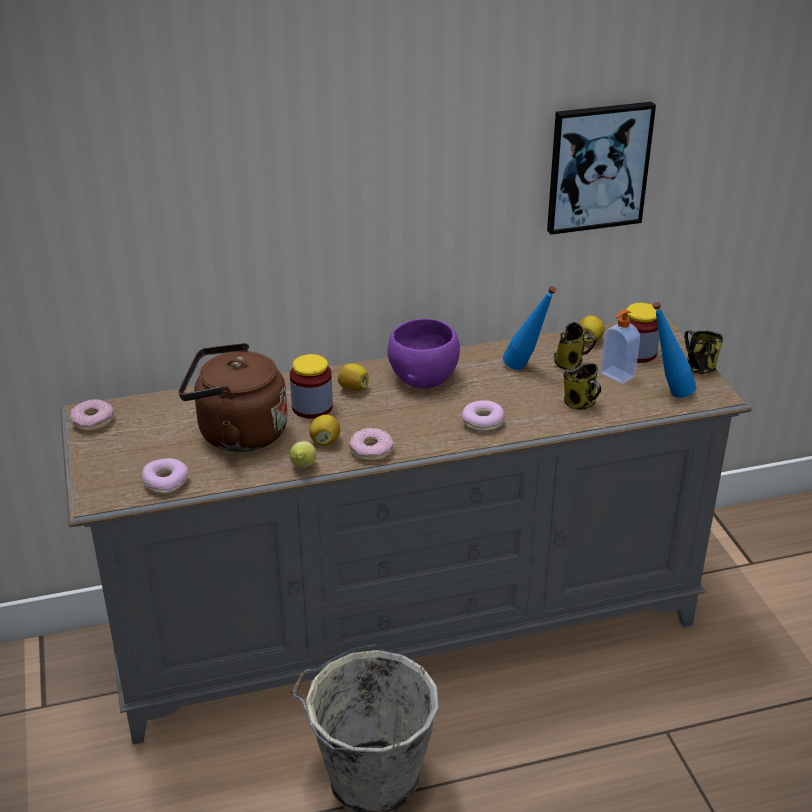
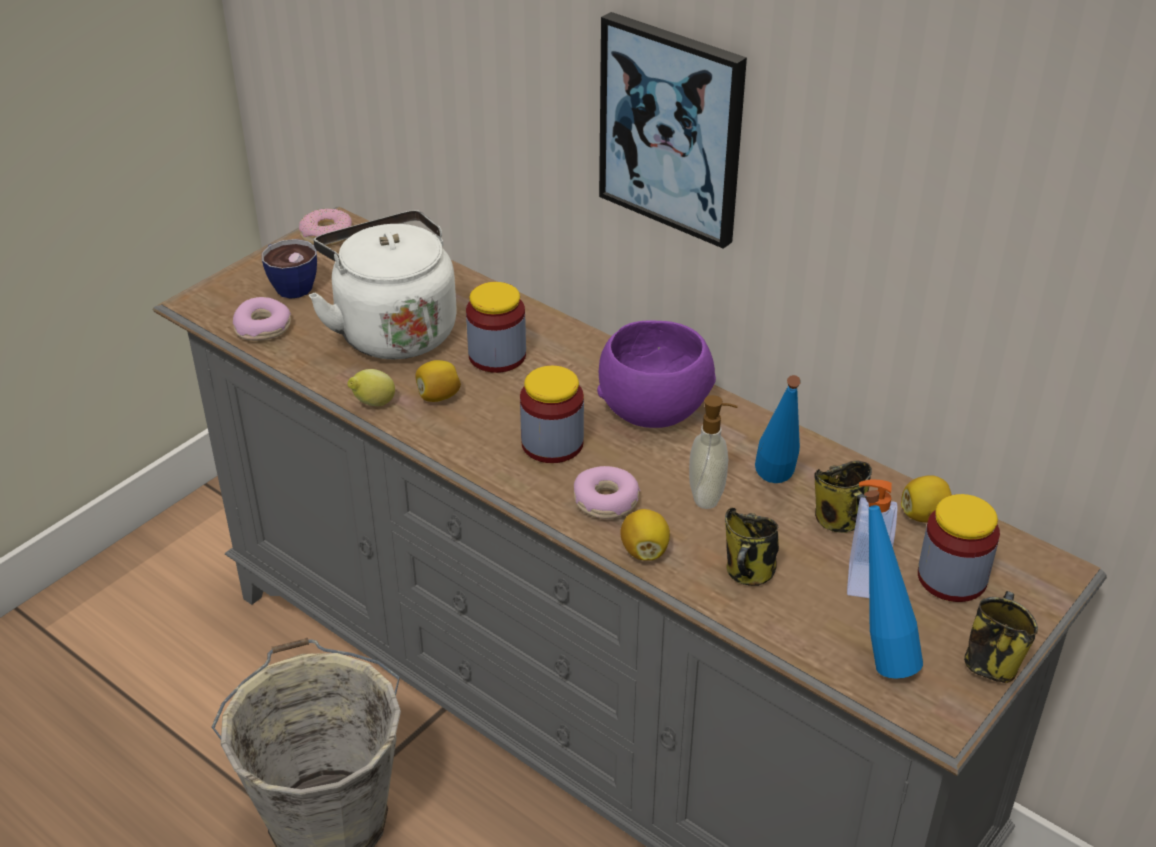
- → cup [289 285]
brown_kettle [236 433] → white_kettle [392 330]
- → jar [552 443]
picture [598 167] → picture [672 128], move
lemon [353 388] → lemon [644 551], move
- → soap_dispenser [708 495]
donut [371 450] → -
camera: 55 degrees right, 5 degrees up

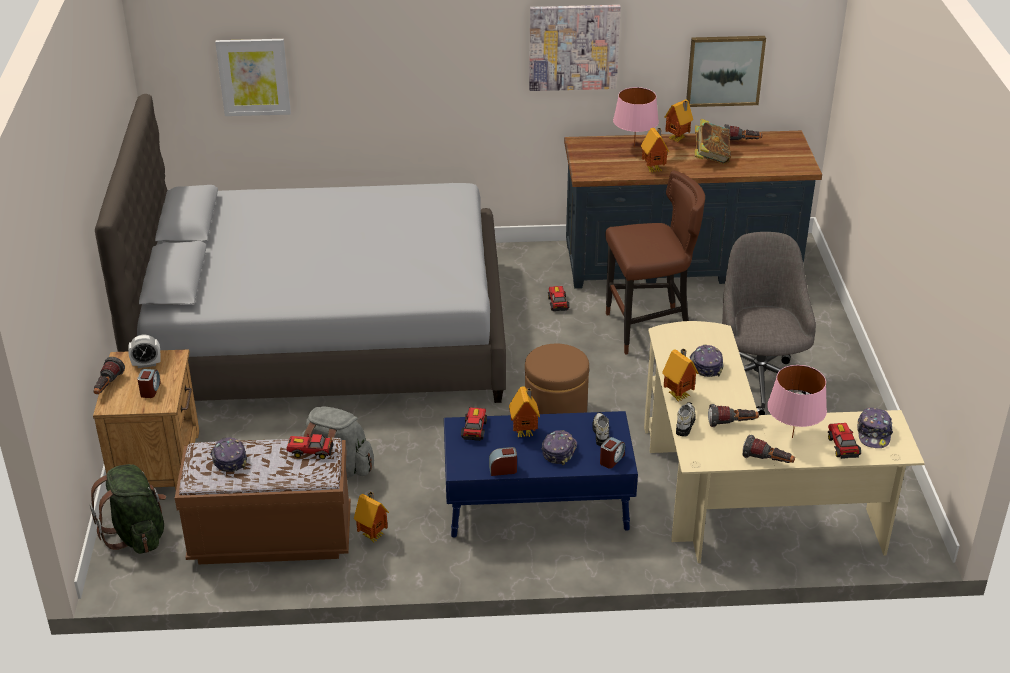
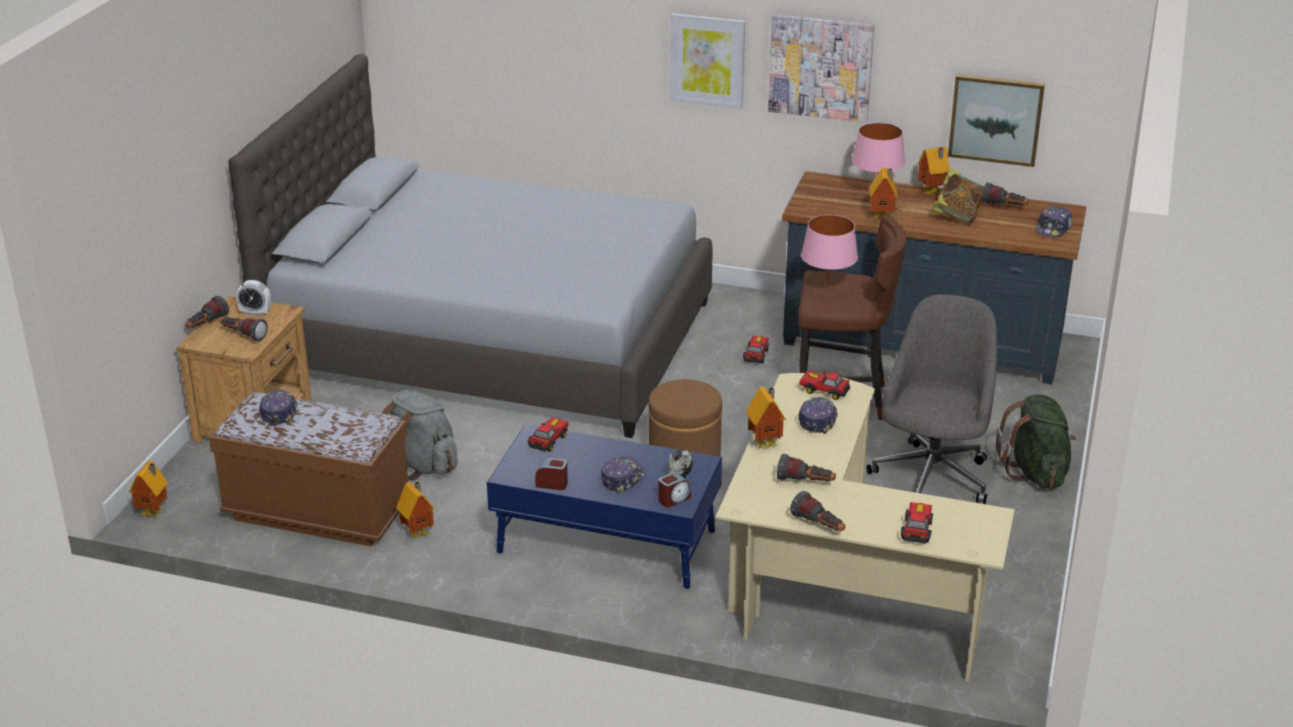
toy_house [525 432] → toy_house [154 512], move
alarm_clock [150 390] → flashlight [243 335]
picture [253 77] → picture [707 60], move
toy_car [310 451] → toy_car [823 390], move
pink_table_lamp [792 437] → pink_table_lamp [827 288], move
green_backpack [137 534] → green_backpack [1035 472], move
cap [874 433] → cap [1053 228], move
shoe [685 423] → -
camera: 20 degrees right, 5 degrees down

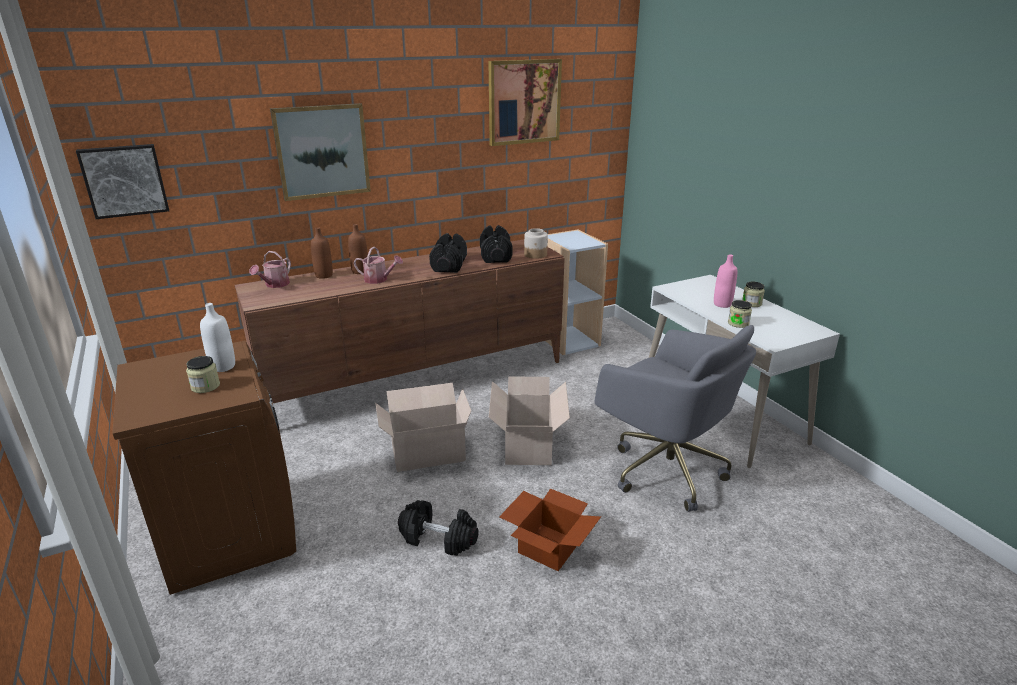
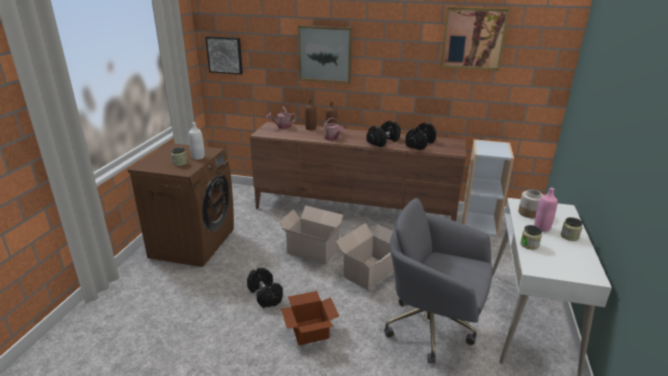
grey_office_chair [662 471] → grey_office_chair [432 330], 120 degrees clockwise
jar [535 255] → jar [529 213], move
camera: 40 degrees right, 0 degrees up

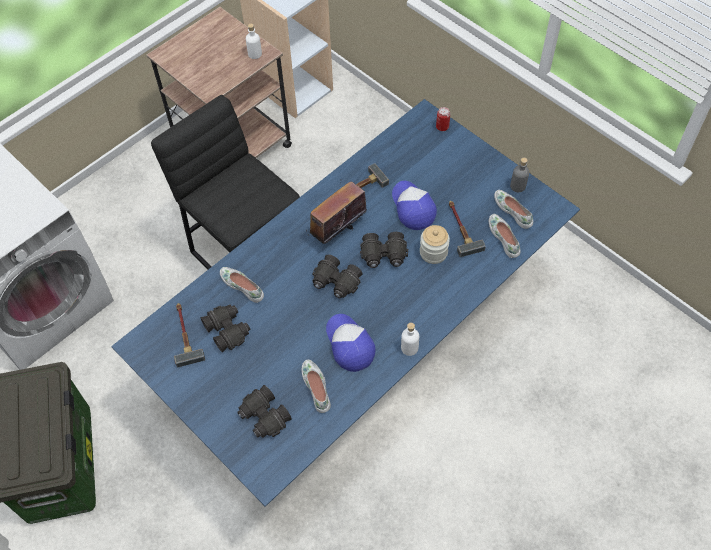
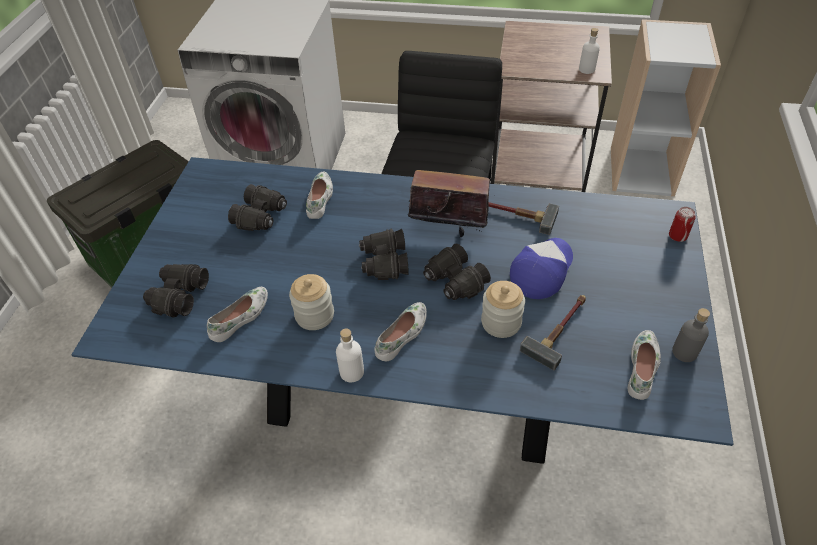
cap [349 344] → jar [314 315]
white_shoe [504 238] → white_shoe [402 335], move
hammer [185 334] → -
camera: 55 degrees right, 10 degrees down

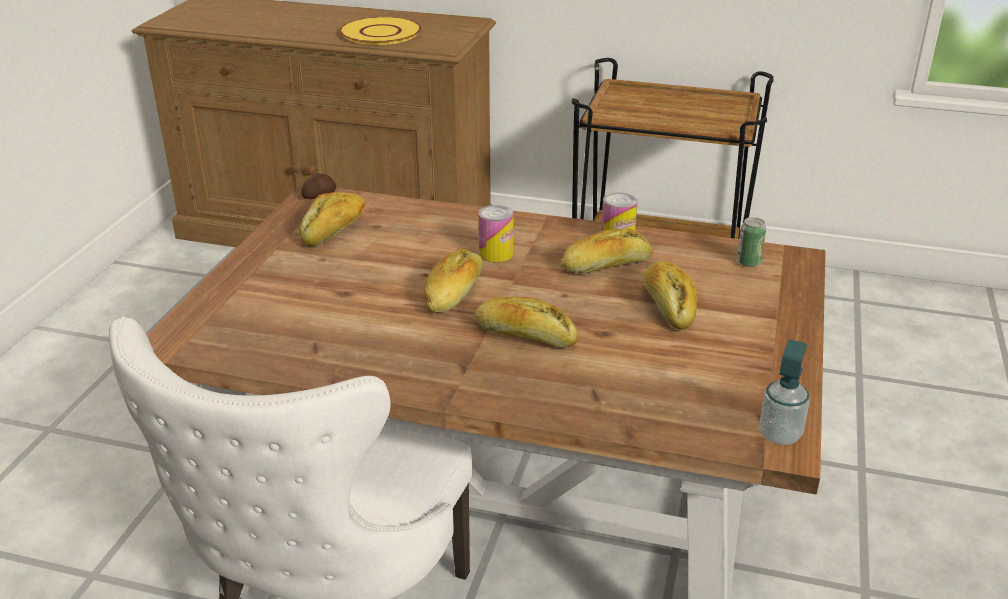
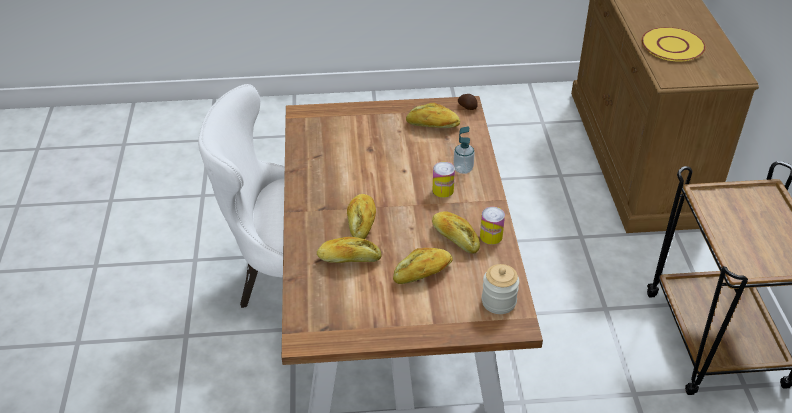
bread [454 293] → bread [349 258], move
soap_dispenser [779 435] → soap_dispenser [463 169], move
can [748 262] → jar [498 301]
camera: 70 degrees right, 10 degrees up

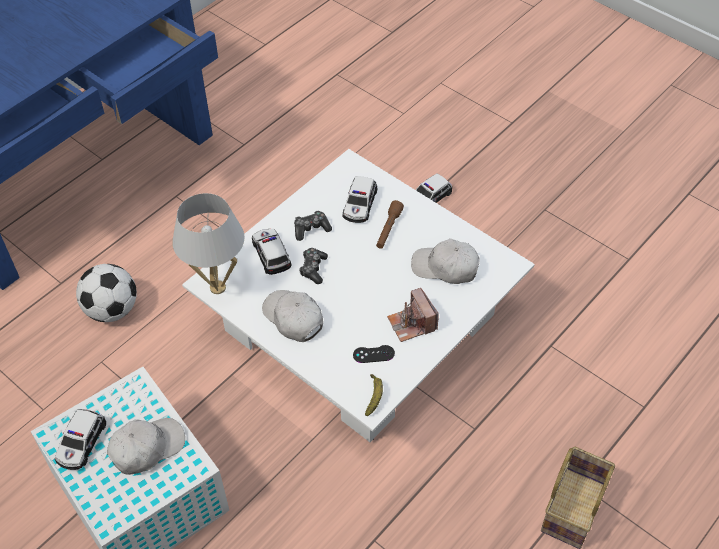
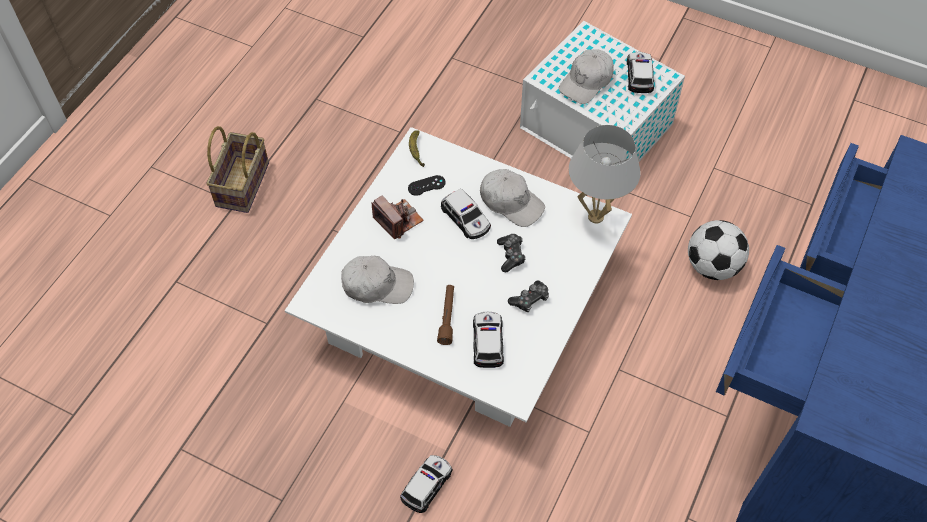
toy_car [271 254] → toy_car [466 219], move
camera: 165 degrees right, 5 degrees up

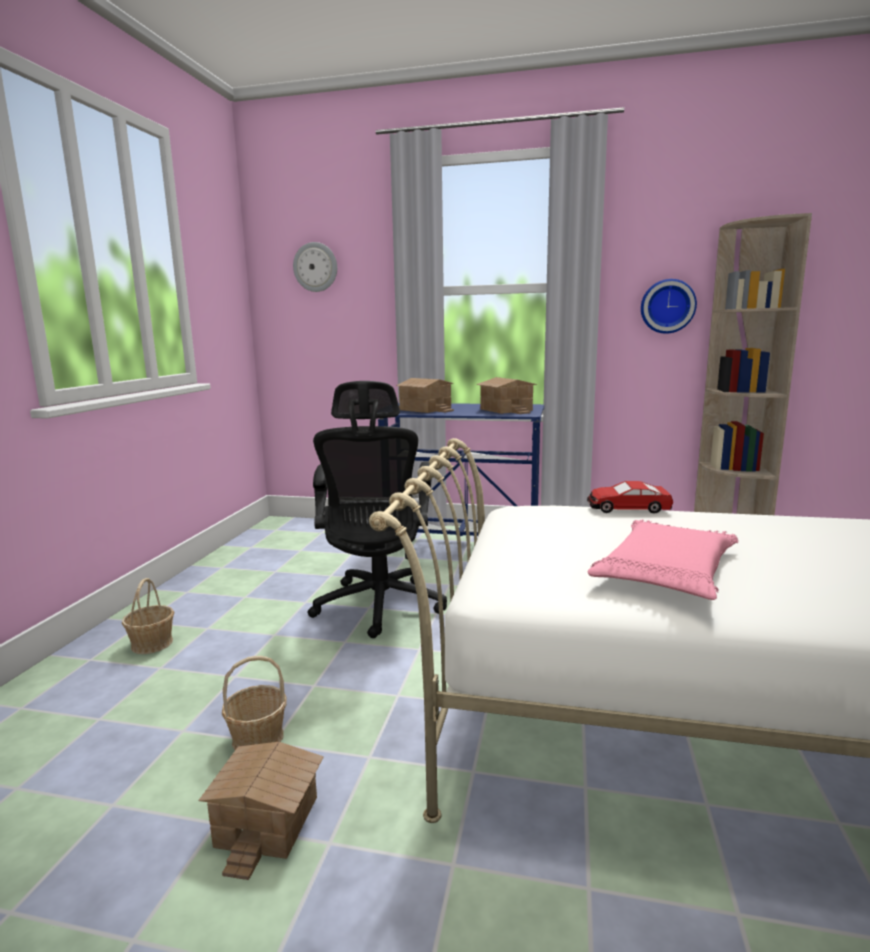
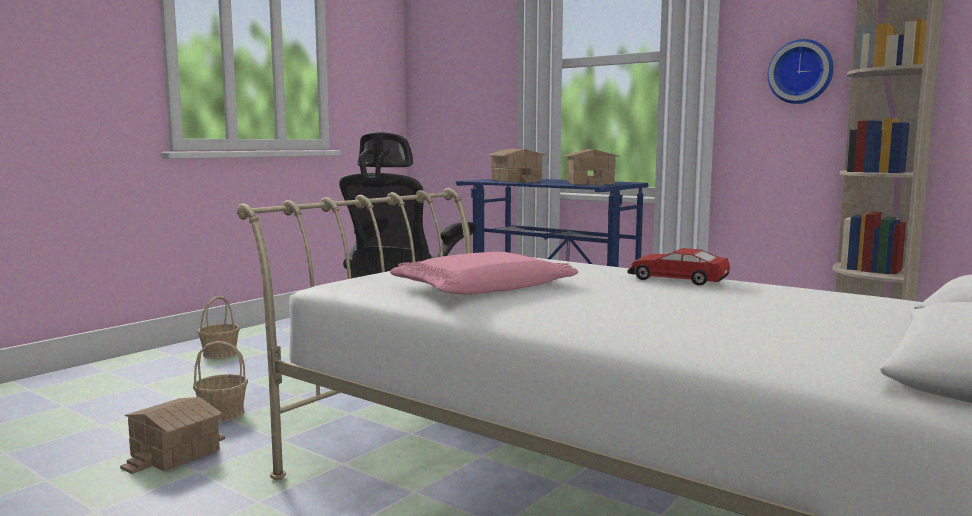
toy_car [627 508] → toy_car [677 279], move
wall_clock [315 267] → -
camera: 25 degrees right, 5 degrees down

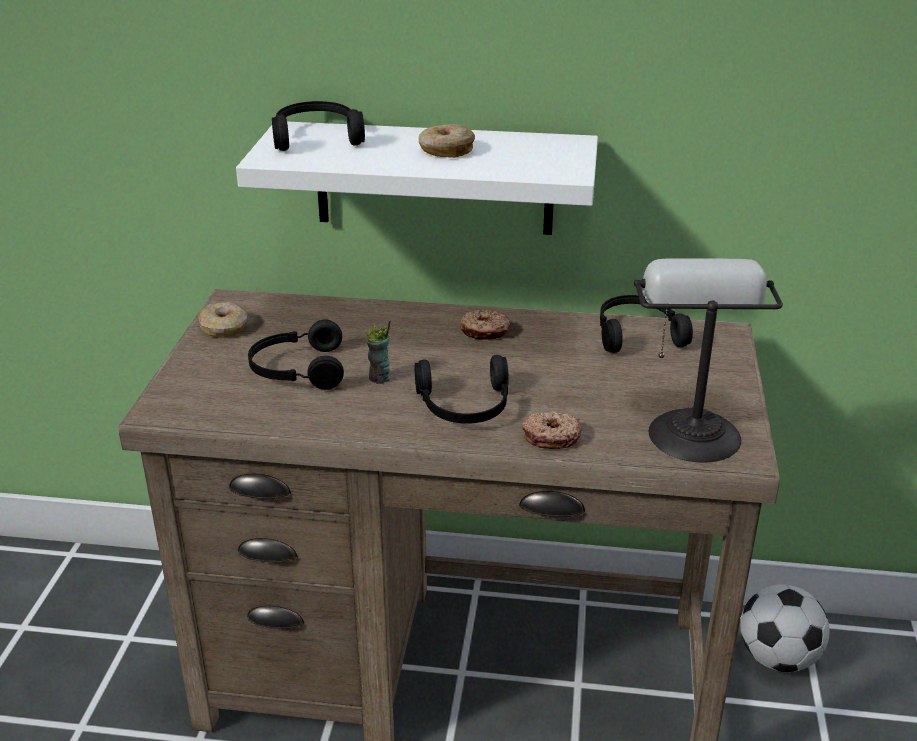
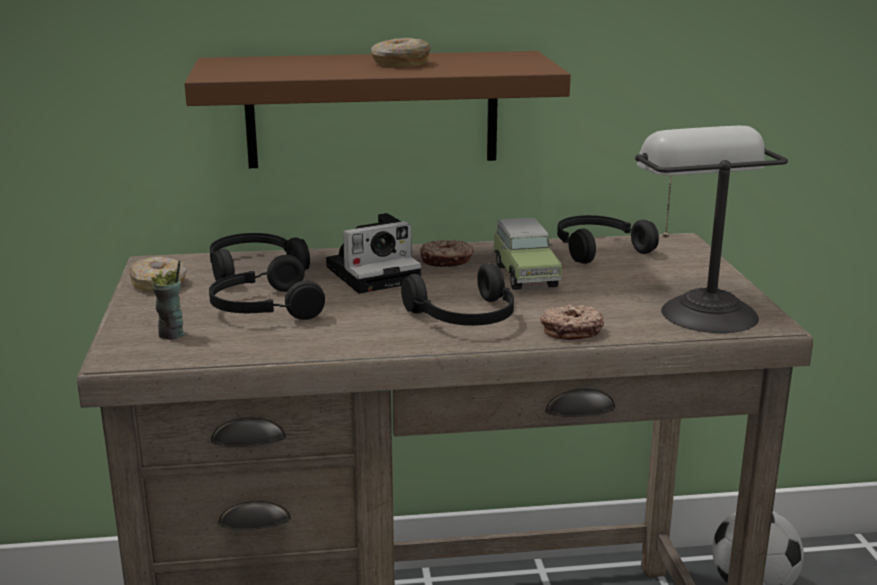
cup [379 378] → cup [172 335], move
white_shelf [434 178] → brown_shelf [372 109]
black_headphones [316 137] → black_headphones [252 269], move
- → photo_camera [375 273]
- → toy_car [524 275]
camera: 15 degrees left, 10 degrees down

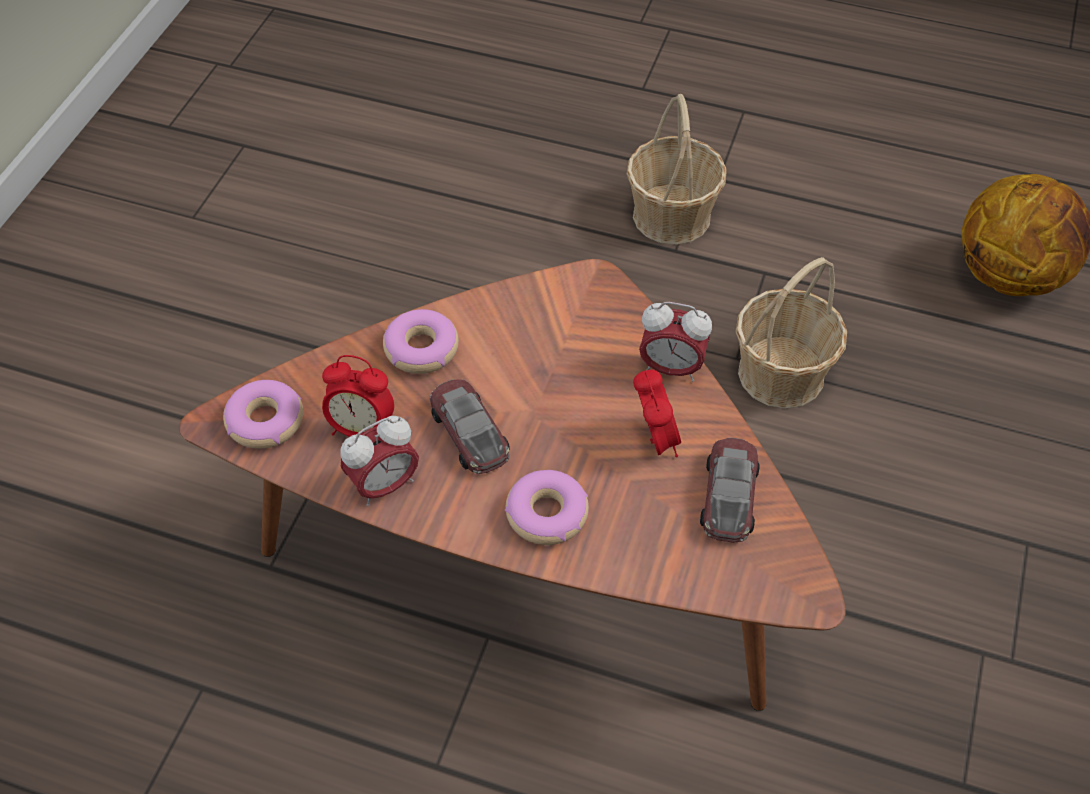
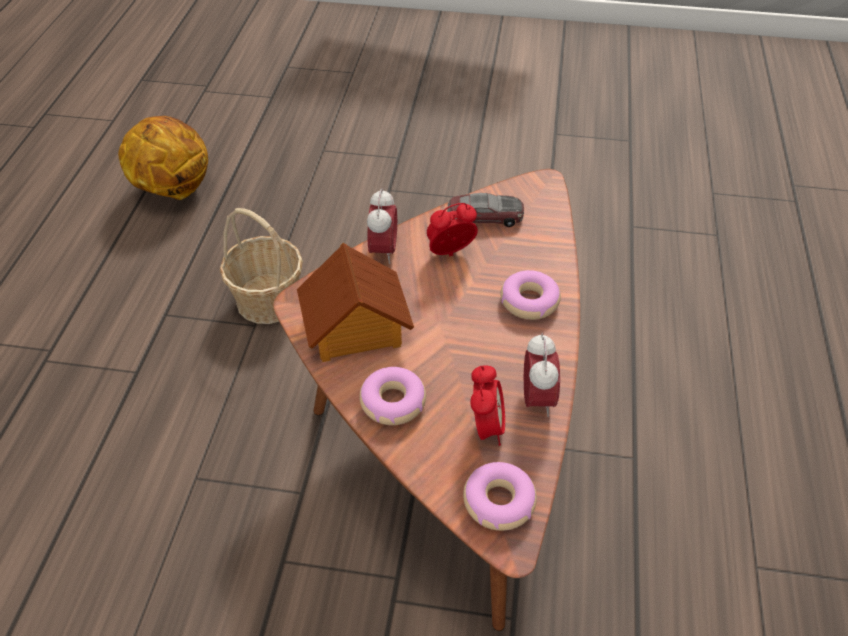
- → toy_house [355 327]
alarm_clock [384 485] → alarm_clock [537 400], 45 degrees clockwise
toy_car [469 432] → -
basket [672 215] → -
camera: 100 degrees left, 5 degrees down

